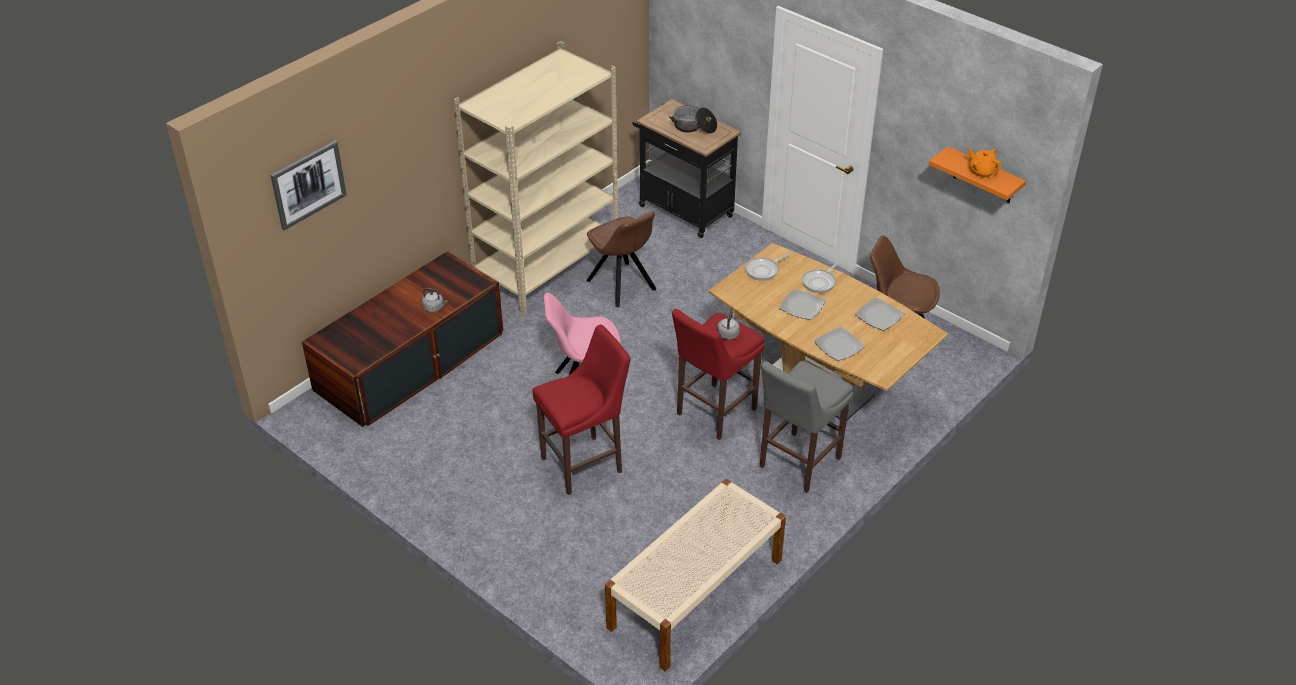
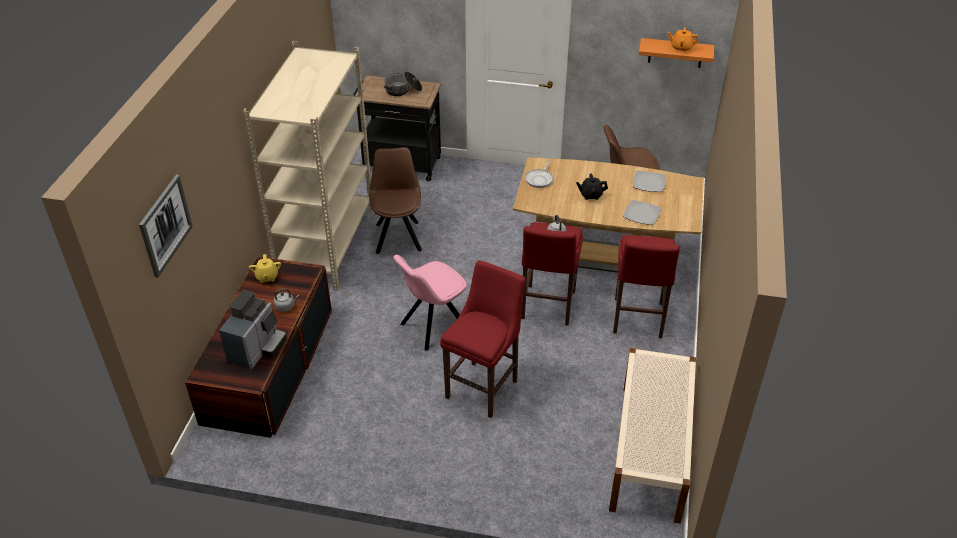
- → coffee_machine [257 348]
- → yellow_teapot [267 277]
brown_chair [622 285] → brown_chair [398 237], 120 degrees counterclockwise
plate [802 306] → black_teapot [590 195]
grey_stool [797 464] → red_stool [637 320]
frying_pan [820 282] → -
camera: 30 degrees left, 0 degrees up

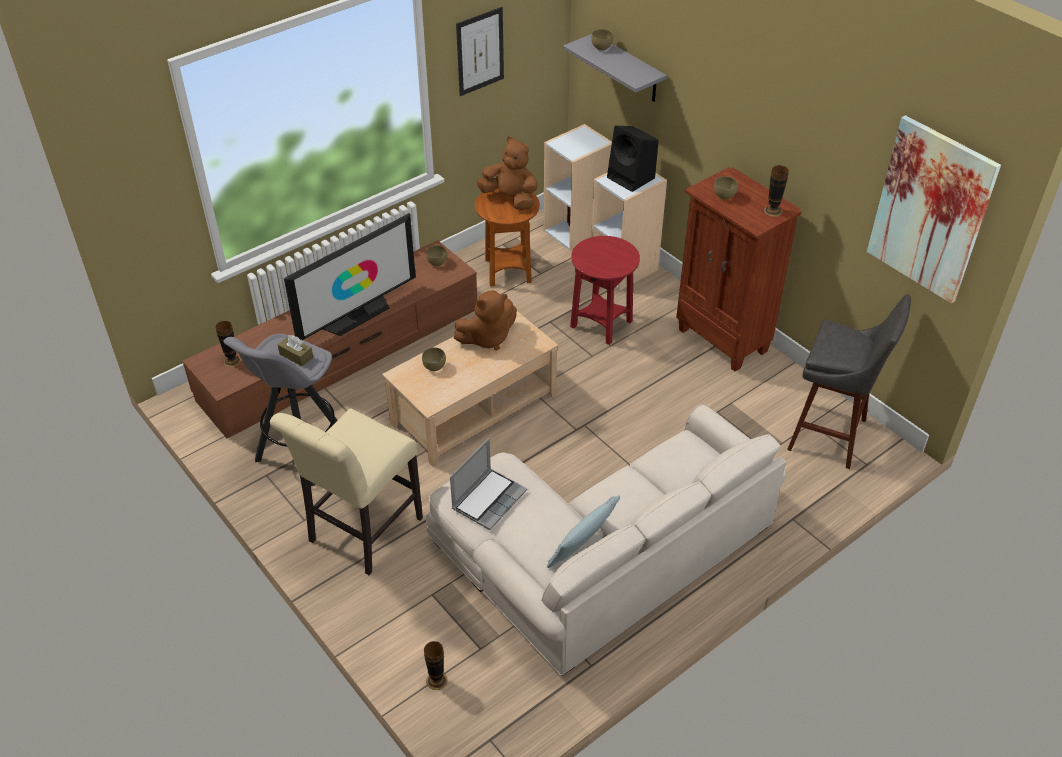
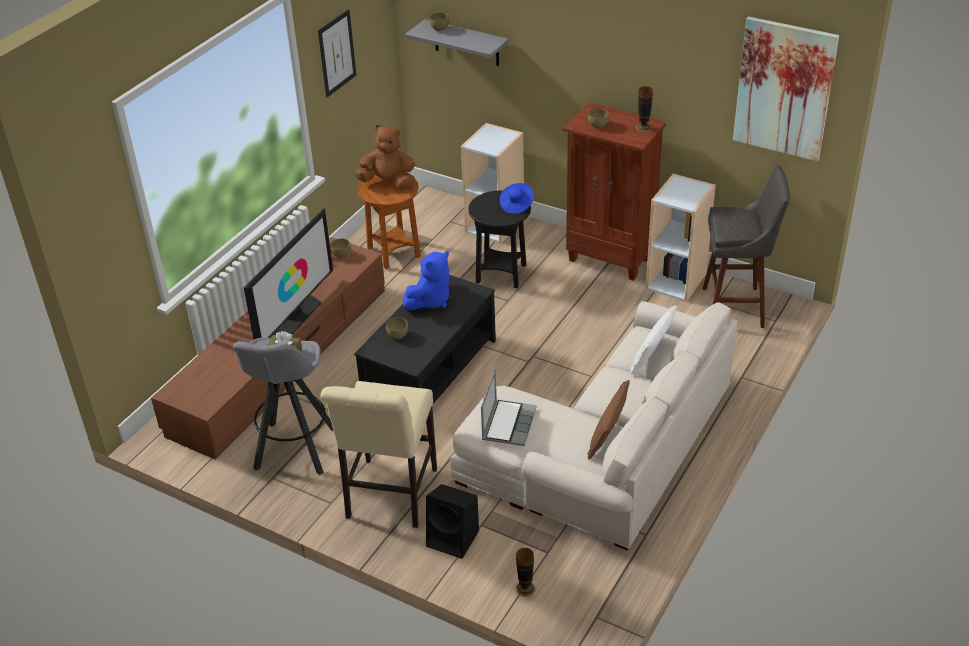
beige_coffee_table [474 410] → black_coffee_table [431 372]
brown_plush_toy [487 338] → blue_plush_toy [430 300]
black_speaker [632 178] → black_speaker [454 538], move
red_side_table [601 324] → black_side_table [501 274]
- → blue_hat [516 205]
blue_pillow [582 548] → brown_pillow [607 436]
- → white_pillow [651 356]
bookcase [577 231] → bookcase [676 281], move
vase [232 361] → -
camera: 20 degrees left, 5 degrees down

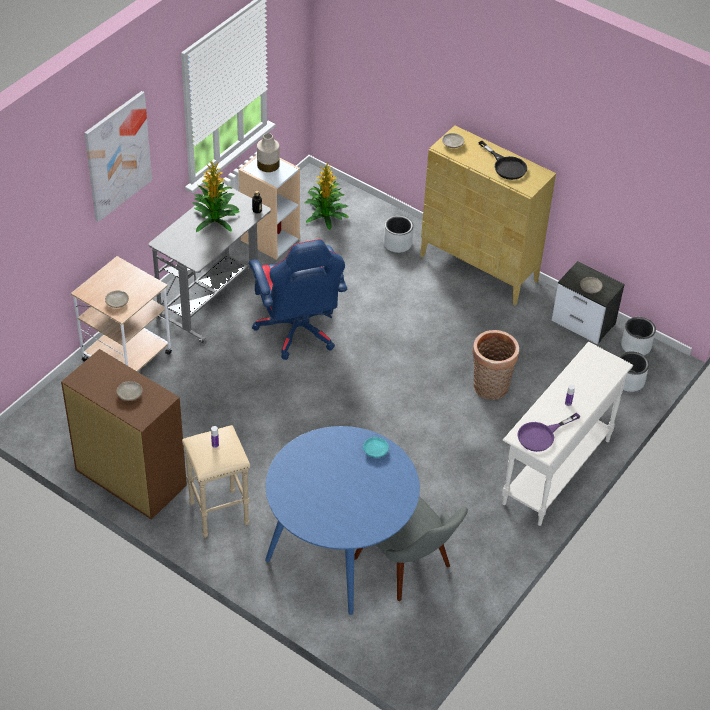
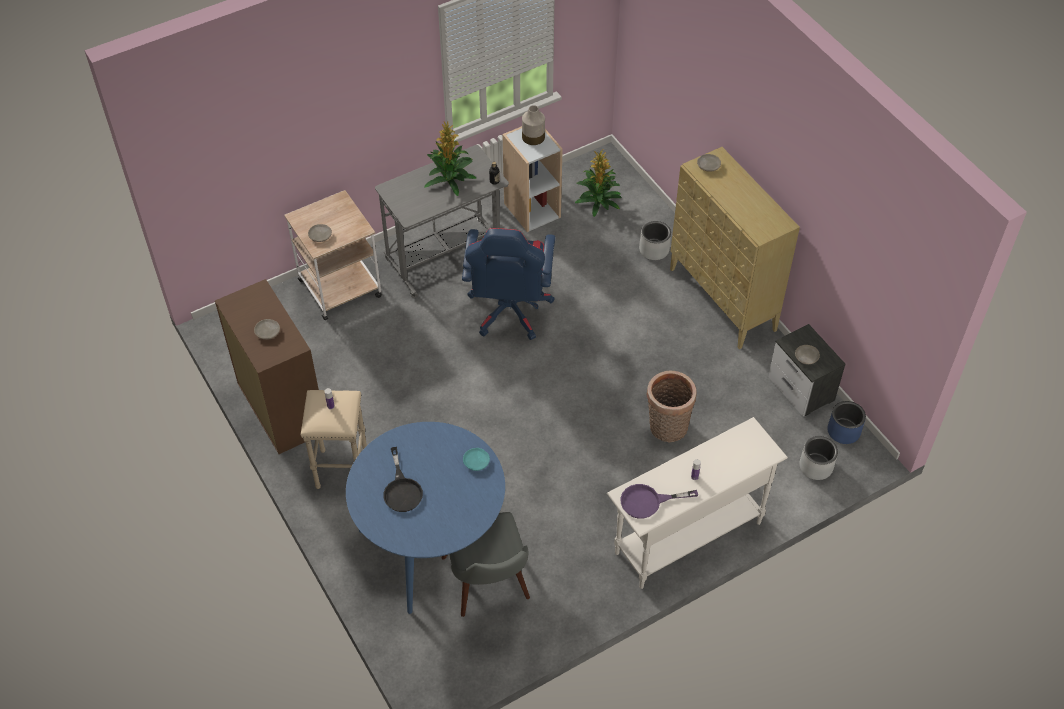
black_frying_pan [506 166] → black_frying_pan [402 490], move
grey_planter [636 346] → blue_planter [844 431]
picture [117 156] → -
camera: 25 degrees right, 5 degrees up

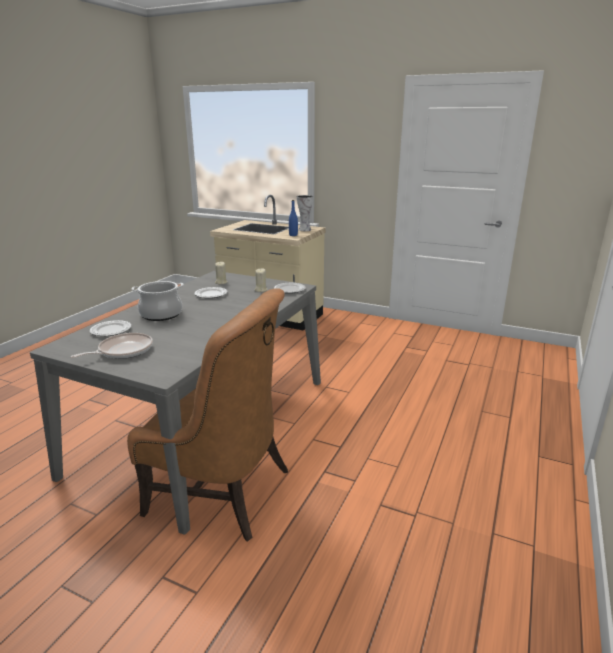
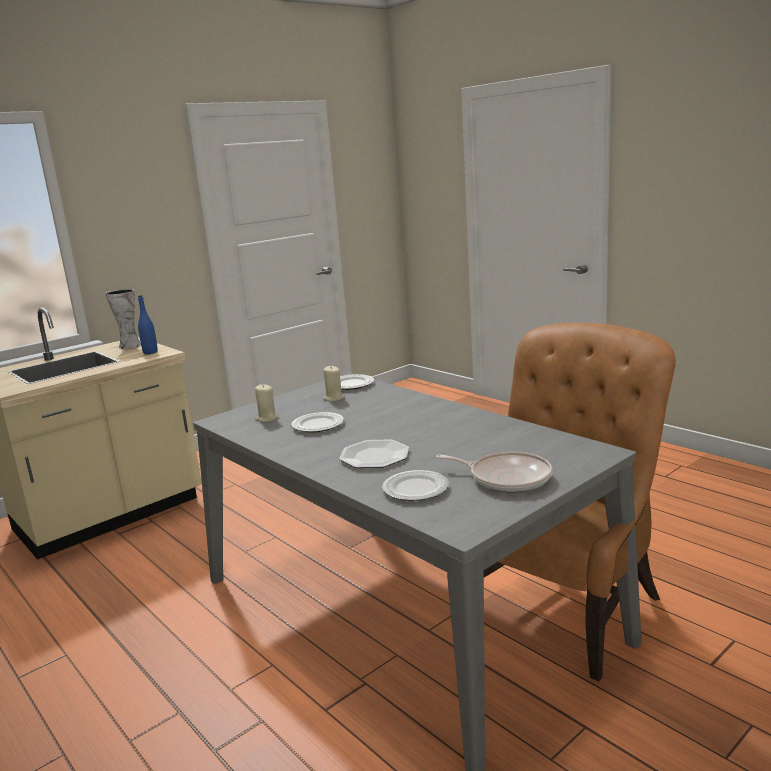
cooking_pot [161 314] → plate [374 456]
frying_pan [123 351] → frying_pan [506 477], 135 degrees clockwise
camera: 65 degrees left, 5 degrees down

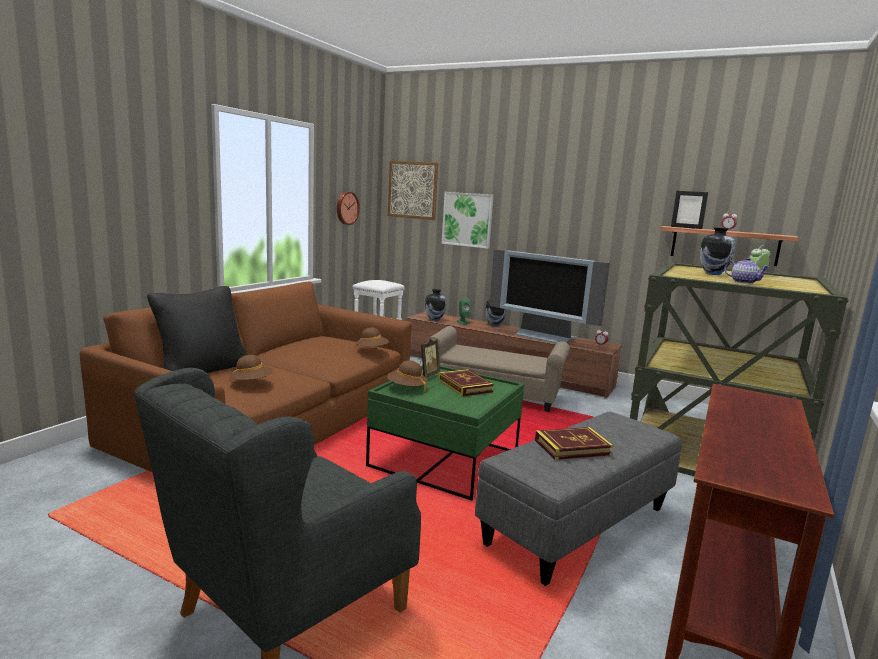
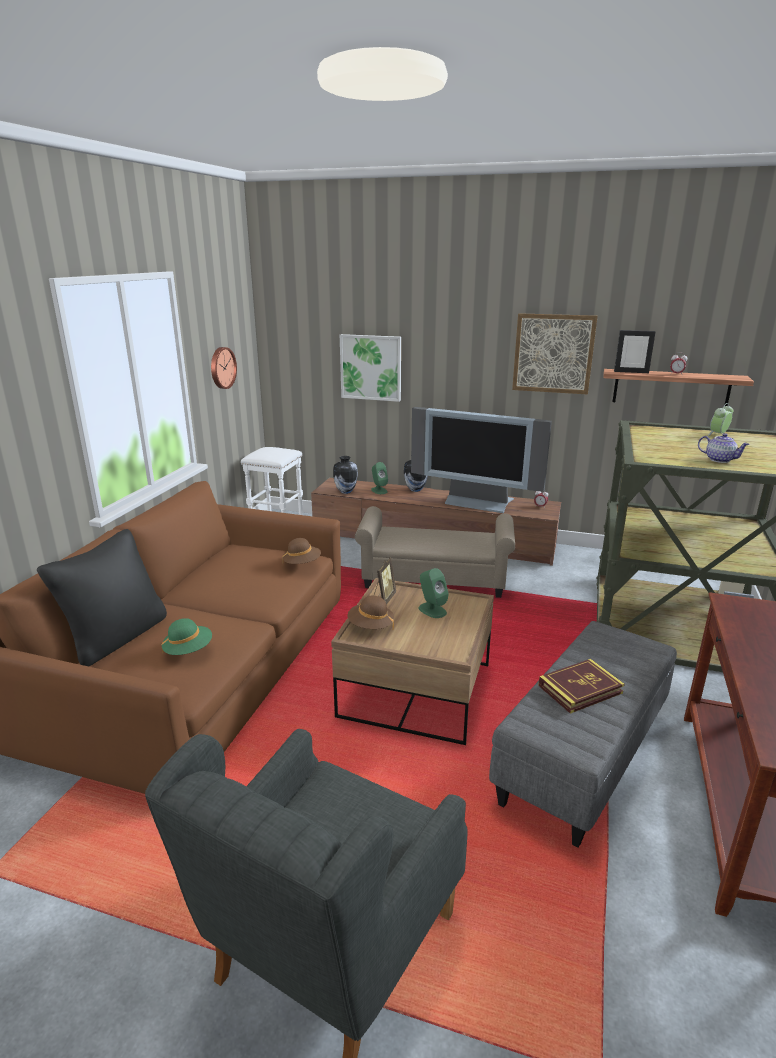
brown_hat [252 383] → green_hat [188 650]
green_coffee_table [444 460] → brown_coffee_table [415 690]
book [465 386] → green_speaker [432 610]
picture [412 189] → picture [553 352], move
vase [713 274] → -
camera: 10 degrees left, 10 degrees up

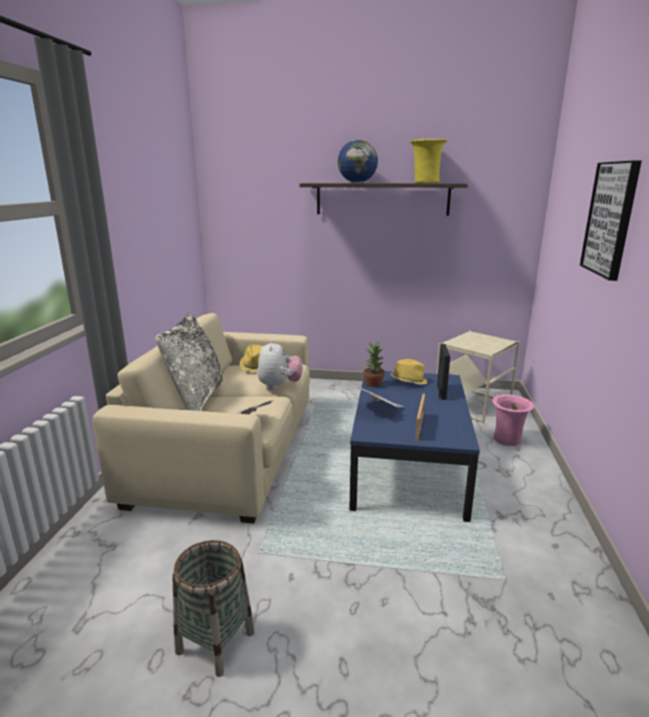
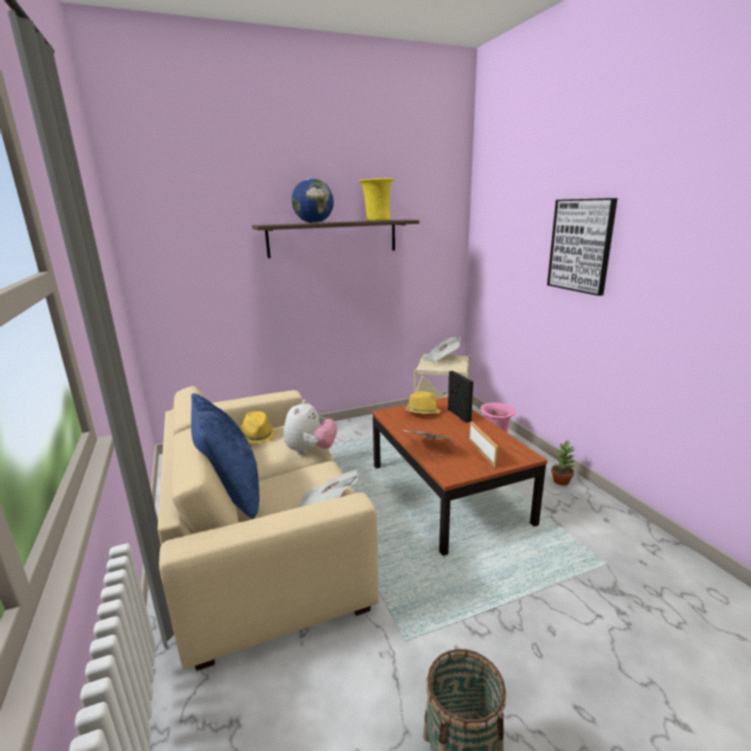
beige_pillow [197 400] → blue_pillow [231 495]
plush_toy [279 386] → plush_toy [310 451], 45 degrees clockwise
blue_coffee_table [407 466] → brown_coffee_table [446 492]
- → newspaper [441 359]
potted_plant [374 384] → potted_plant [561 481], move
camera: 30 degrees left, 0 degrees up

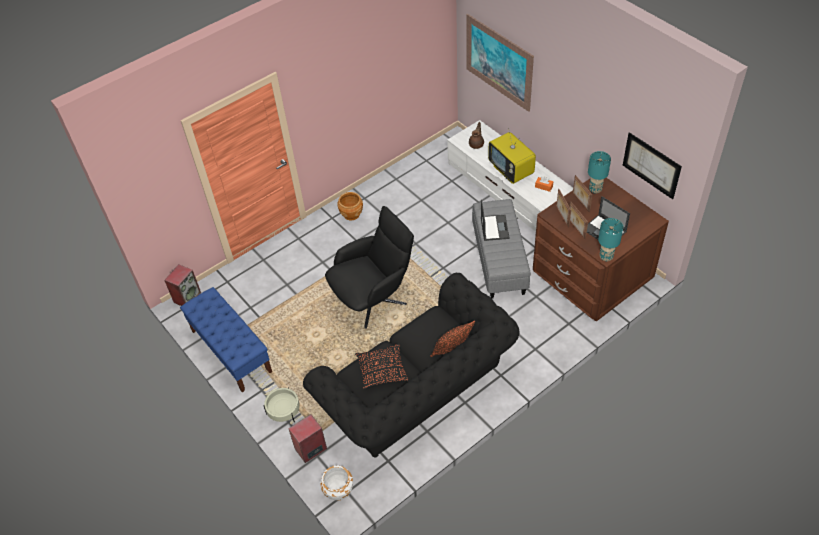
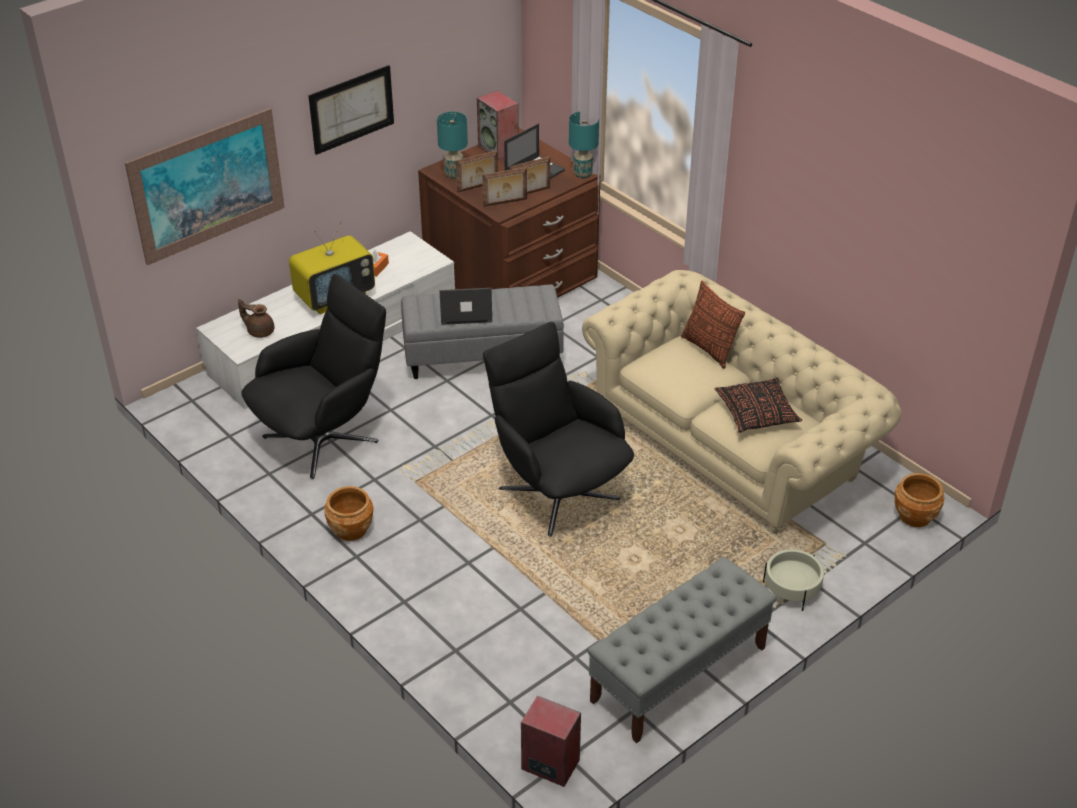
- → black_armchair [323 438]
picture [651 165] → picture [352 109], move
speaker [310 449] → speaker [499 149], move
black_sofa [419 391] → beige_sofa [733 439]
blue_bench [231 351] → grey_bench [678 674]
white_planter [338 490] → brown_planter [915 516]
camera: 95 degrees left, 10 degrees down

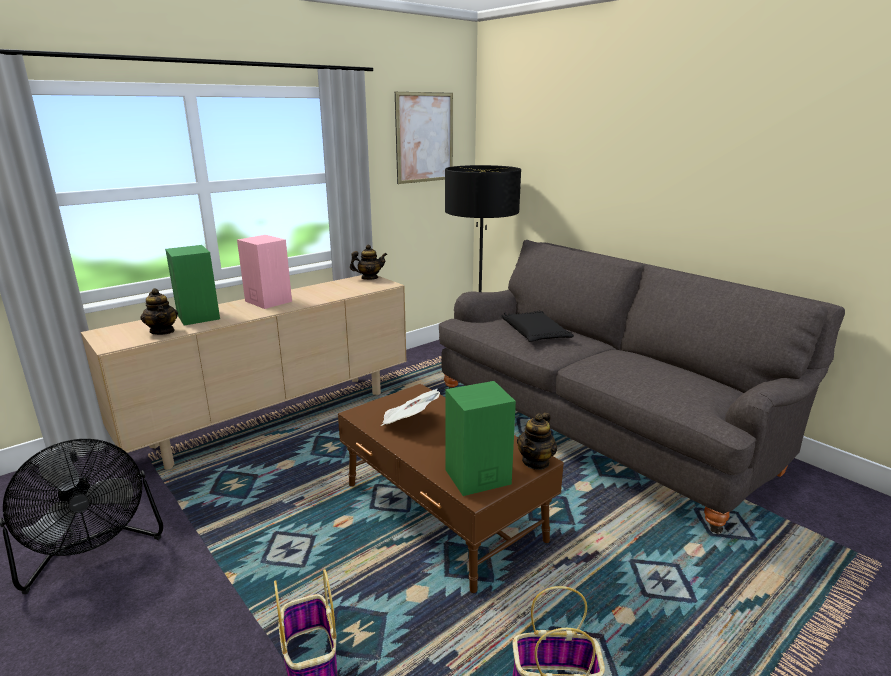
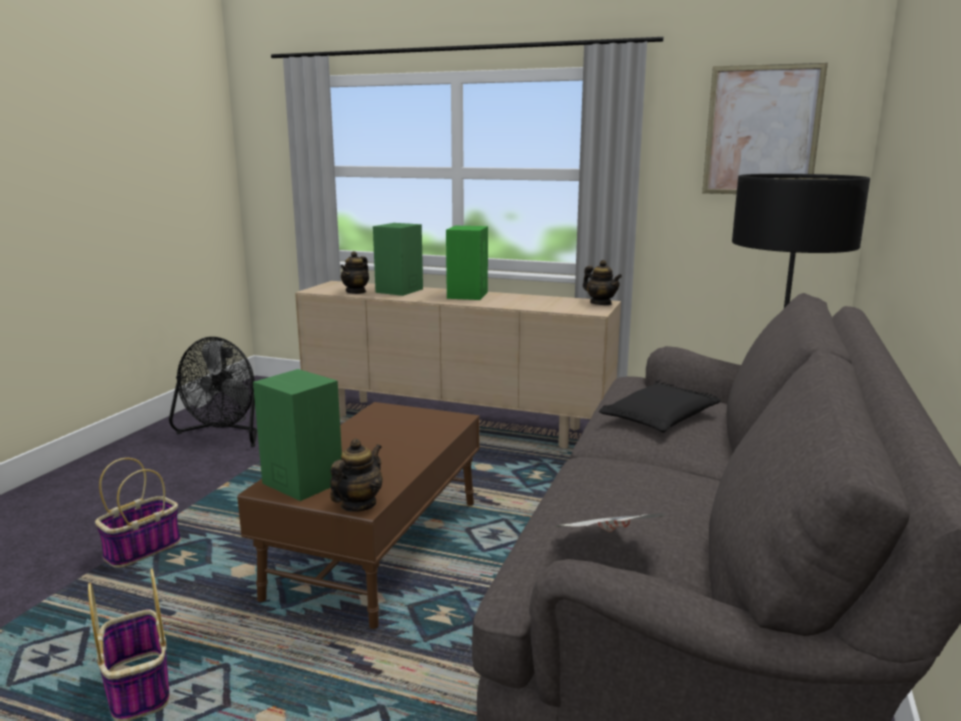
teapot [536 462] → teapot [358 505], 120 degrees clockwise
pink_speaker [267 301] → green_speaker [467 295]
newspaper [409 421] → newspaper [606 548], move
camera: 60 degrees right, 5 degrees down

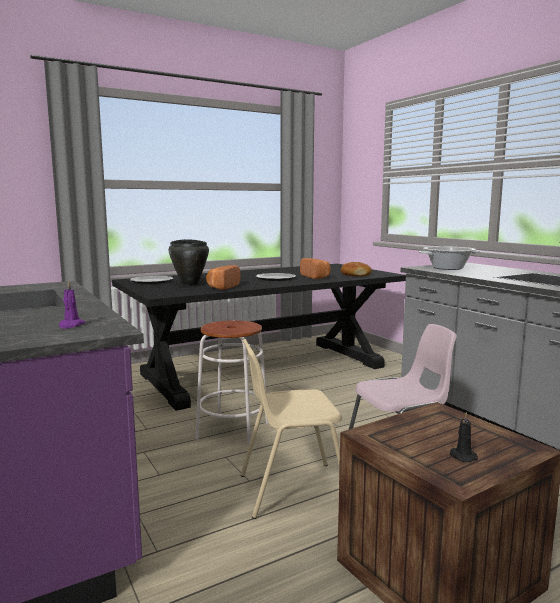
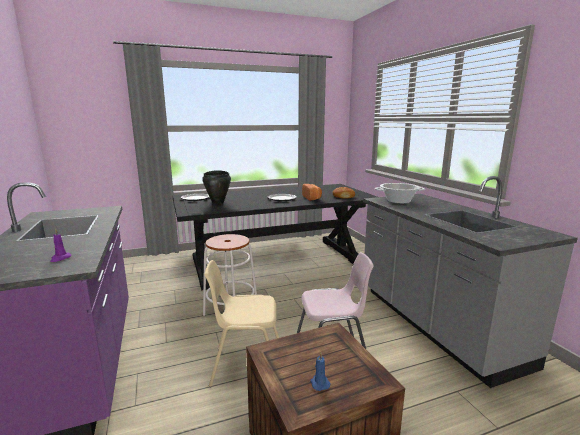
black_candle [462 456] → blue_candle [319 383]
bread [222 287] → -
camera: 10 degrees right, 5 degrees up

